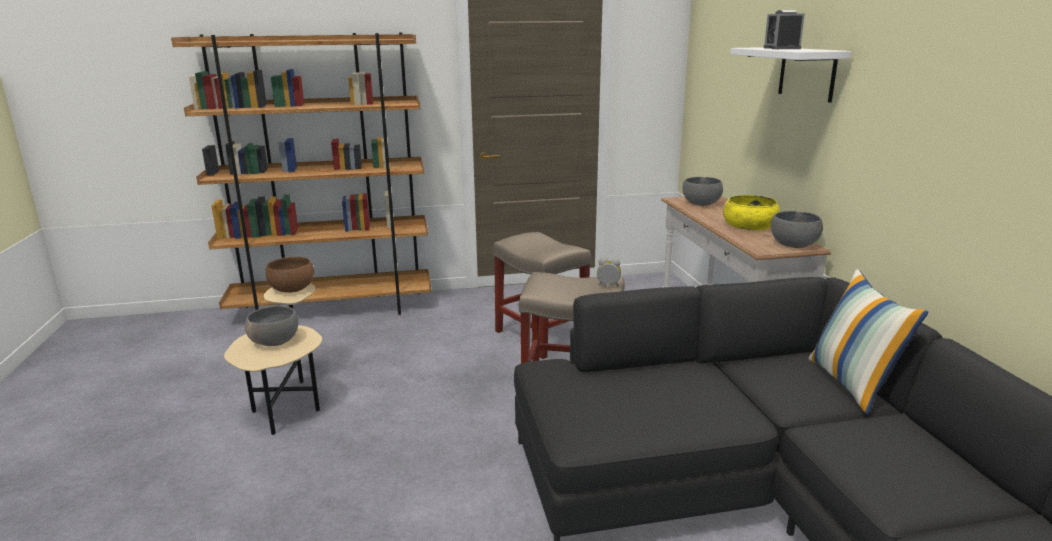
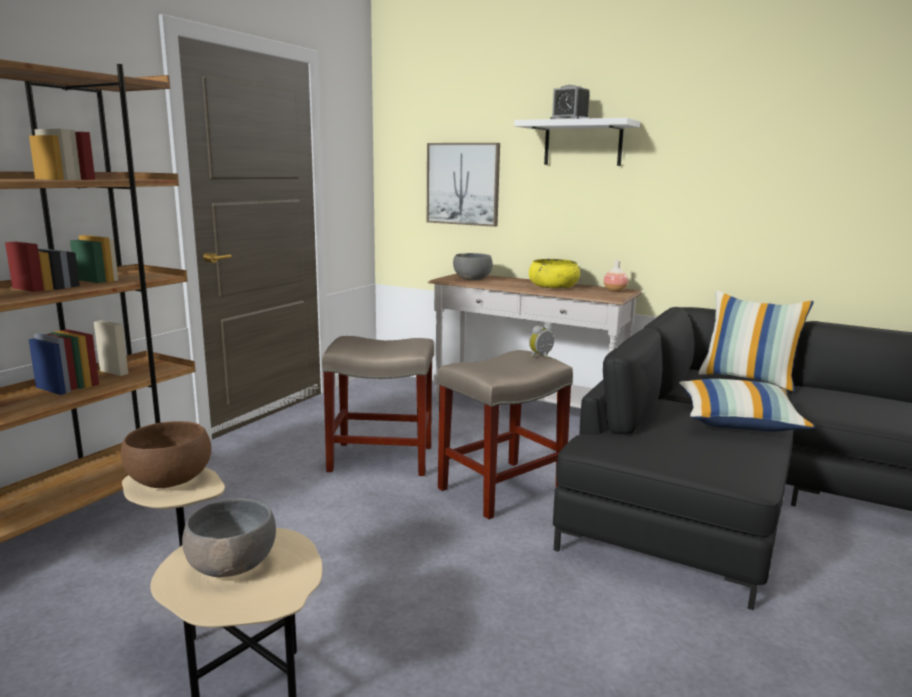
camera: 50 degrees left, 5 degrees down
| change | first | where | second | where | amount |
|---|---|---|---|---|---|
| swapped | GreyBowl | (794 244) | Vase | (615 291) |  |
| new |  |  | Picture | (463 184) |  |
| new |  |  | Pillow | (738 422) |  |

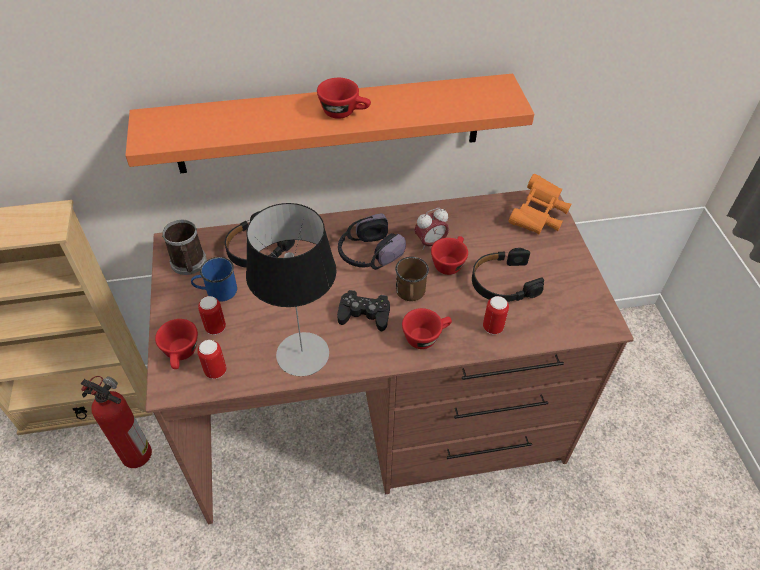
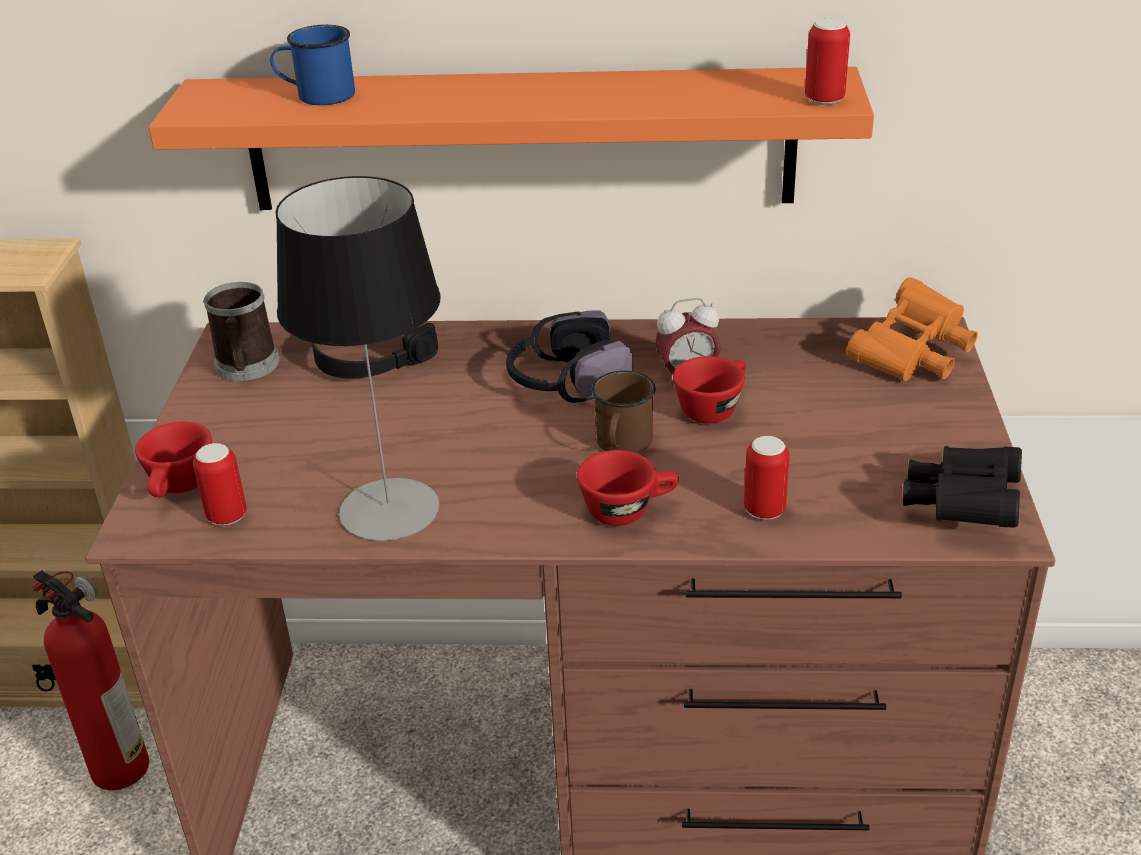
camera: 15 degrees right, 15 degrees down
| change | first | where | second | where | amount |
|---|---|---|---|---|---|
| gone | RedCup | (345 112) |  |  |  |
| gone | BlackHeadphones | (503 282) |  |  |  |
| shifted | BlueMug | (217 291) |  | (317 95) |  |
| gone | BlackGameController | (364 314) |  |  |  |
| shifted | Can | (215 327) |  | (824 100) |  |
| new |  |  | BlackBinoculars | (962 507) |  |

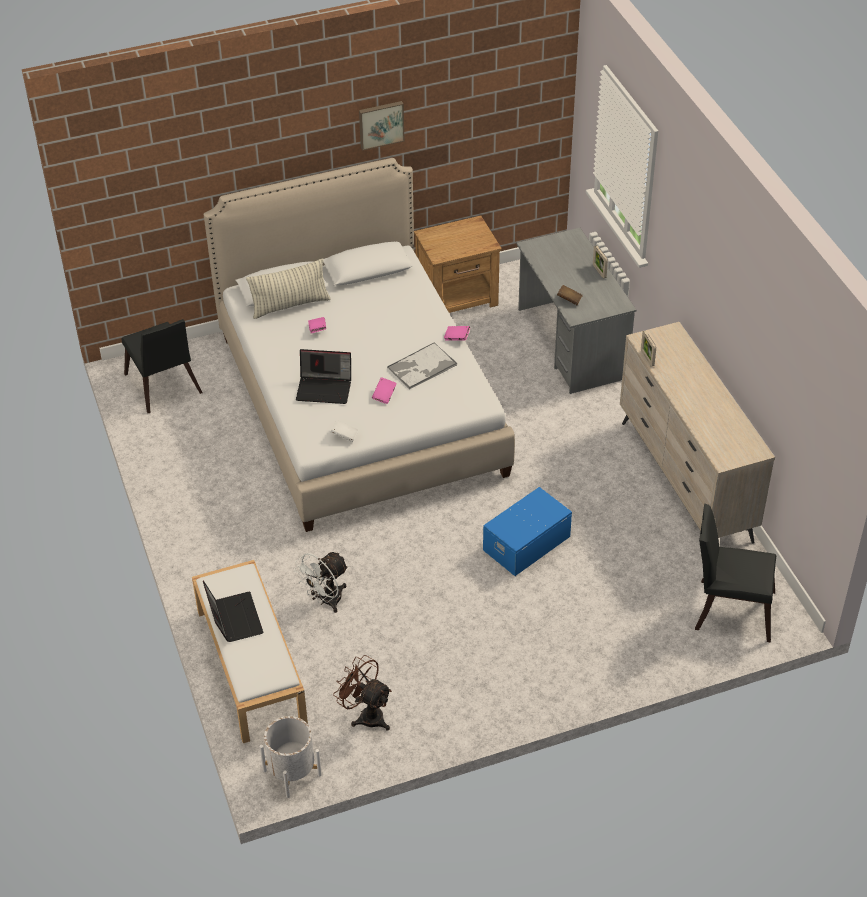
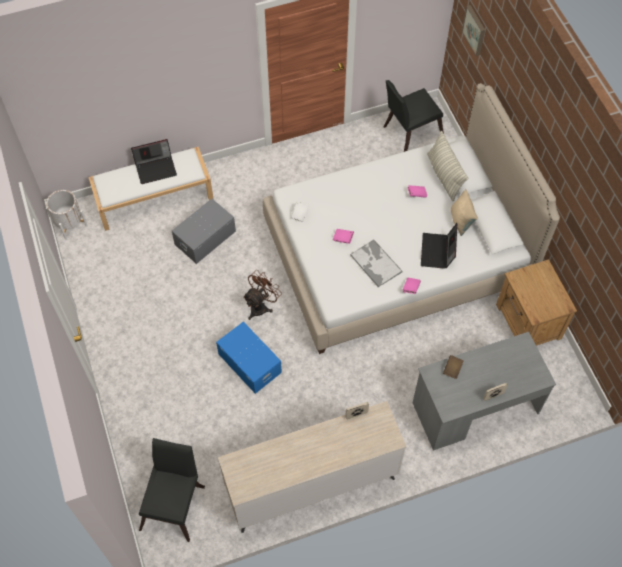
camera: 90 degrees right, 15 degrees up
| change | first | where | second | where | amount |
|---|---|---|---|---|---|
| shifted | Picture | (381 124) |  | (475 30) |  |
| shifted | Laptop | (325 388) |  | (438 252) |  |
| swapped | WhiteFan | (326 601) | GreyStorageBox | (204 237) |  |
| shifted | BrownFan | (366 715) |  | (261 306) |  |
| new |  |  | BeigePillow | (461 221) |  |

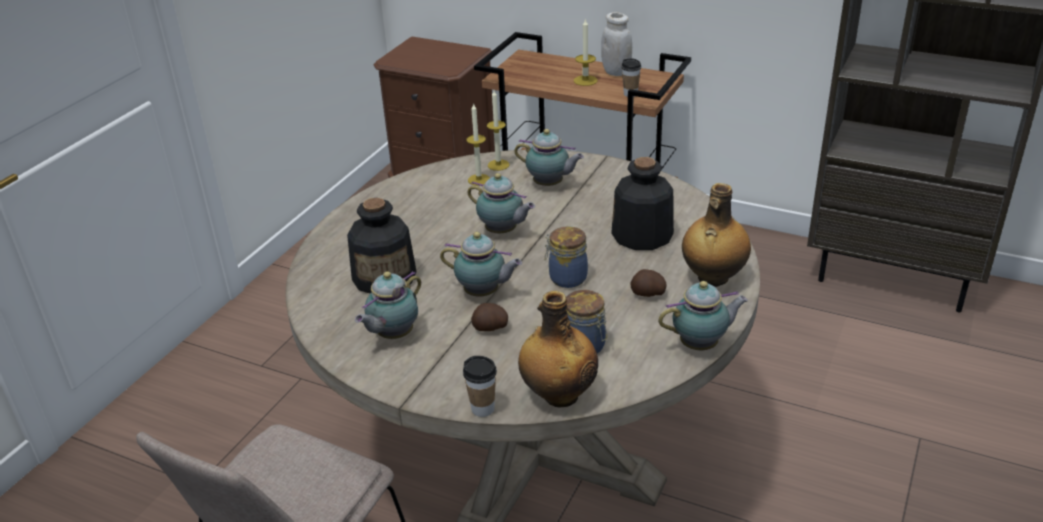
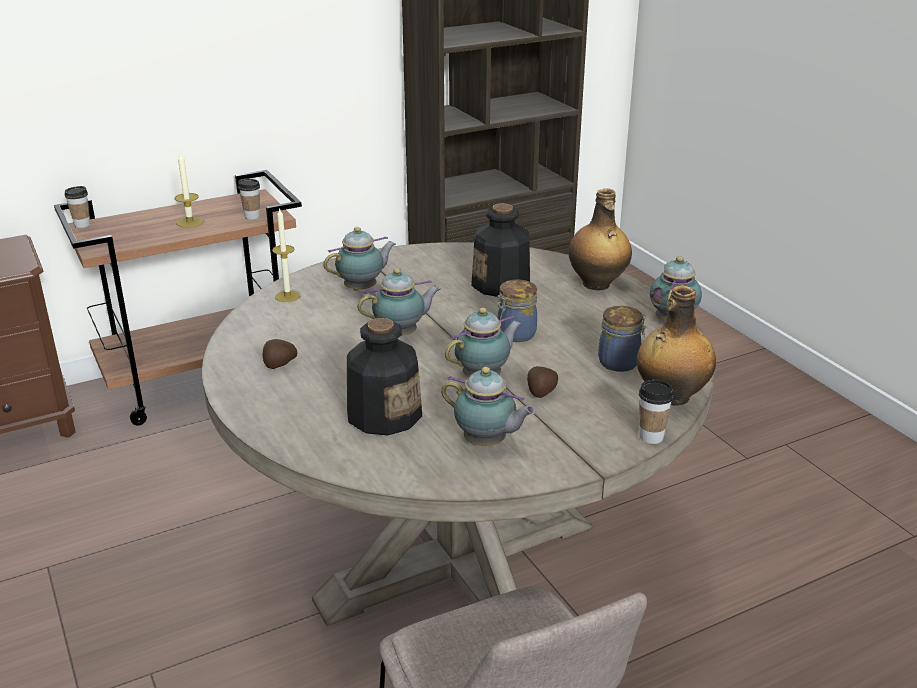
camera: 55 degrees left, 5 degrees down
| change | first | where | second | where | amount |
|---|---|---|---|---|---|
| gone | WhiteJar | (616 72) |  |  |  |
| gone | Candle | (479 180) |  |  |  |
| shifted | Potato | (647 294) |  | (279 365) |  |
| rotated | Teapot | (393 335) |  | (487 443) | 45 degrees counterclockwise |
| new |  |  | Cup | (82 225) |  |

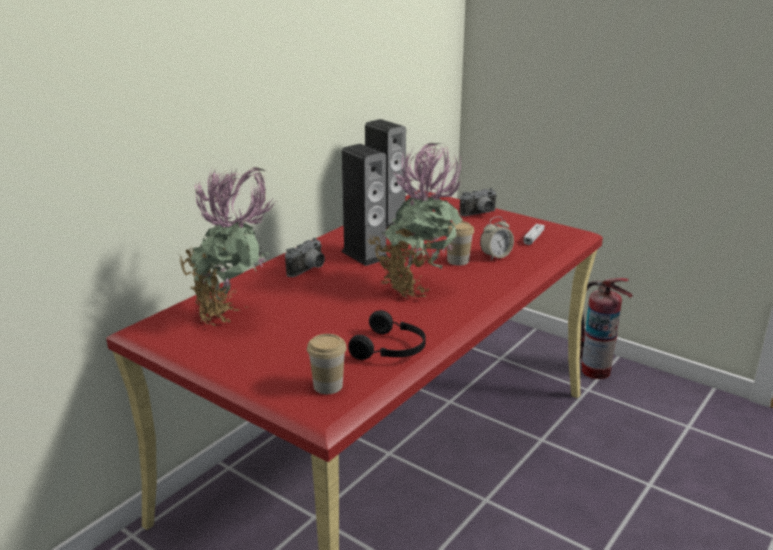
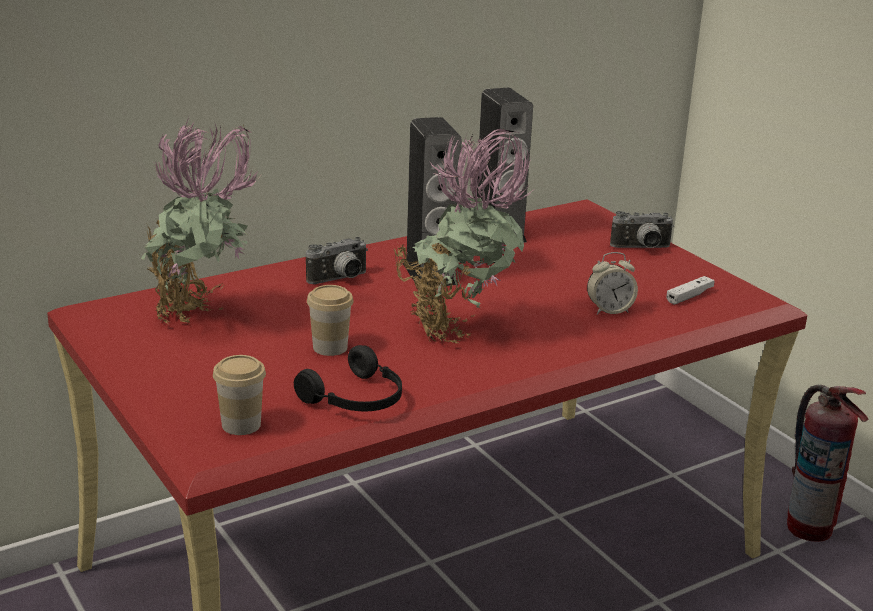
camera: 20 degrees right, 0 degrees up
| change | first | where | second | where | amount |
|---|---|---|---|---|---|
| shifted | Cup | (458 260) |  | (330 347) |  |

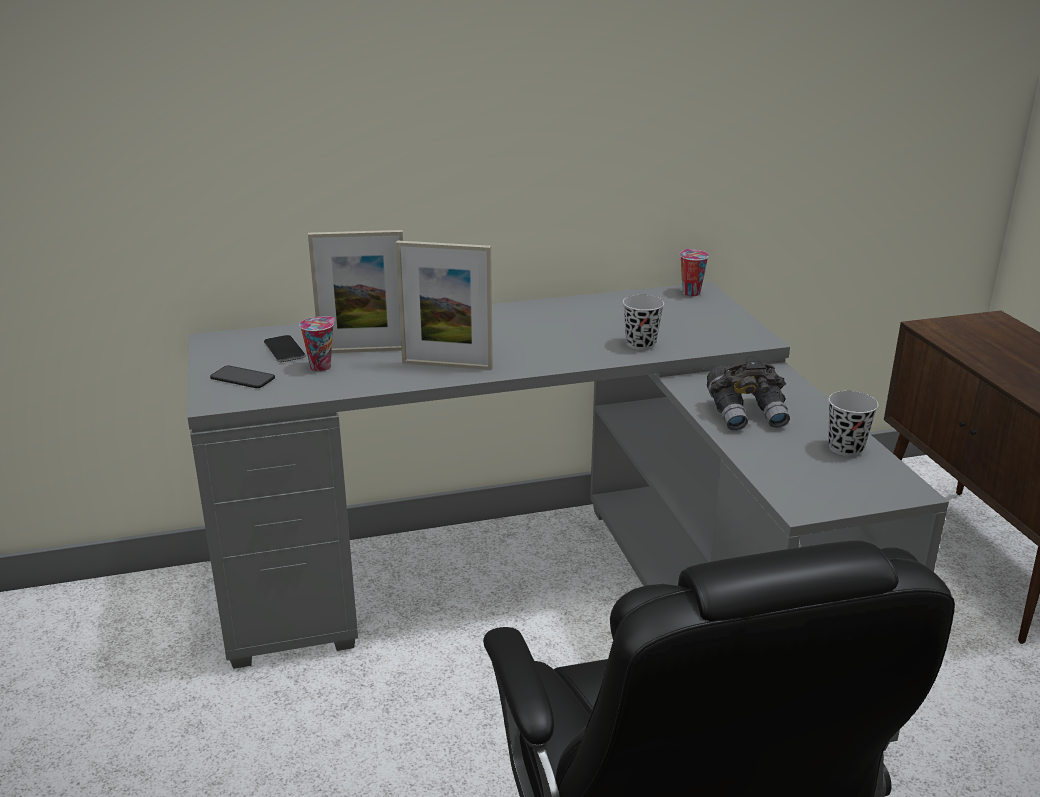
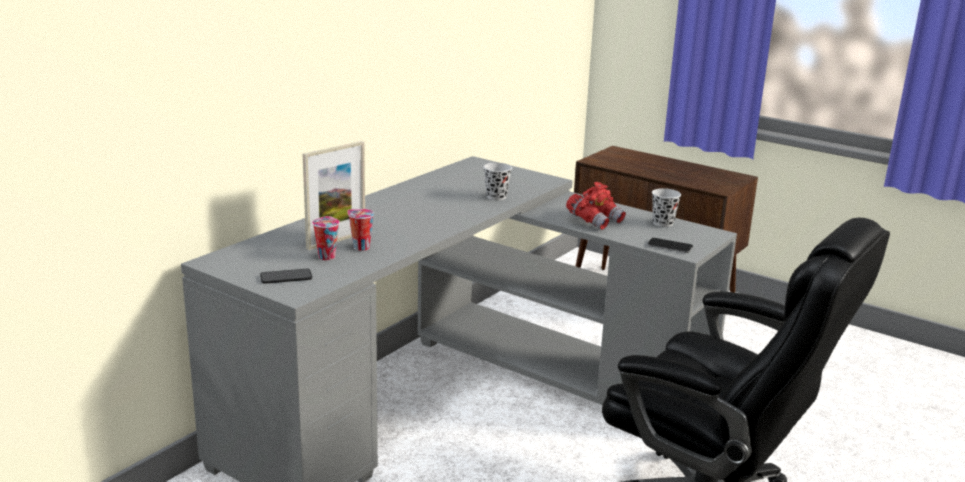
camera: 40 degrees left, 5 degrees down
| change | first | where | second | where | amount |
|---|---|---|---|---|---|
| gone | PictureFrame | (447 365) |  |  |  |
| shifted | Cup | (690 292) |  | (360 247) |  |
| shifted | Phone | (284 350) |  | (670 246) |  |
| repainted | GreyBinoculars | (747 414) | RedBinoculars | (595 220) |  |

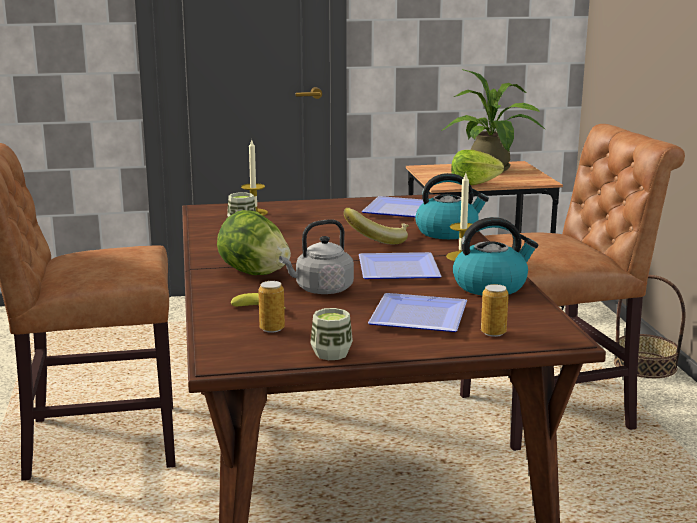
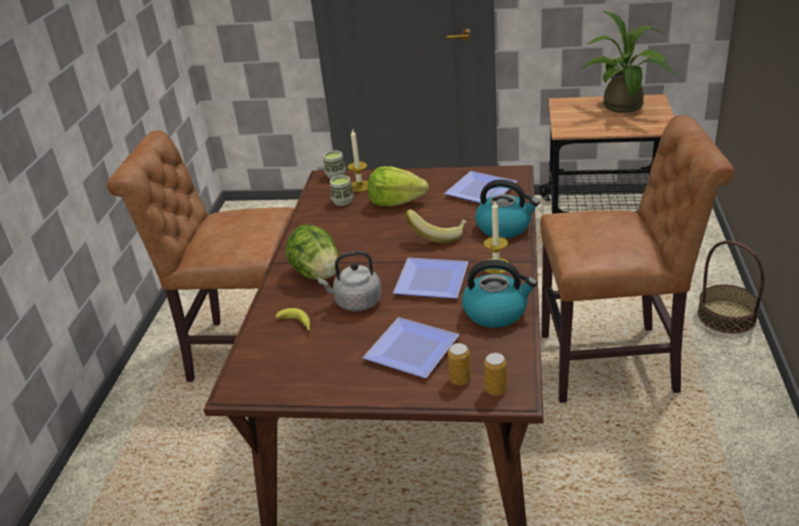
camera: 20 degrees right, 15 degrees up
| change | first | where | second | where | amount |
|---|---|---|---|---|---|
| shifted | Lettuce | (473 183) |  | (395 202) |  |
| shifted | Can | (272 329) |  | (496 390) |  |
| shifted | Cup | (331 353) |  | (335 175) |  |

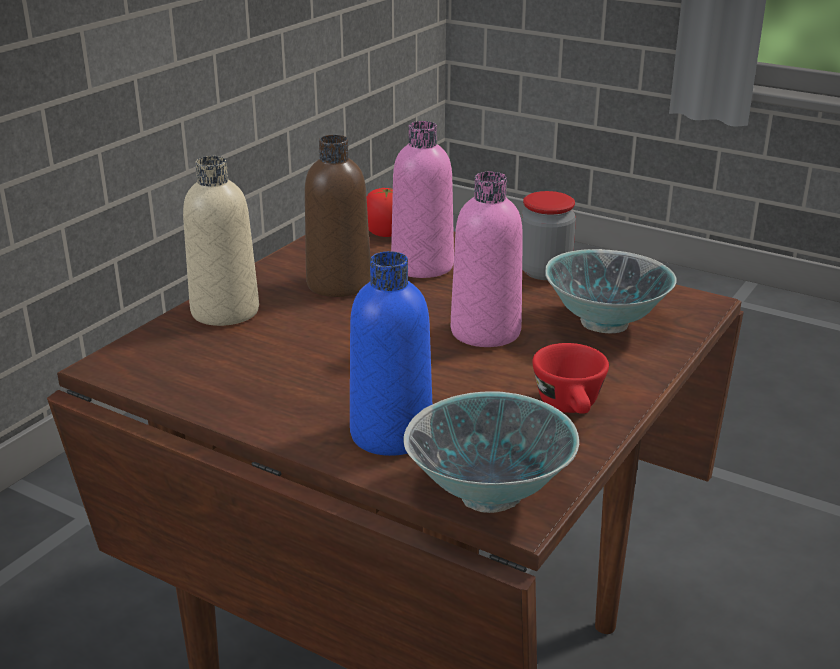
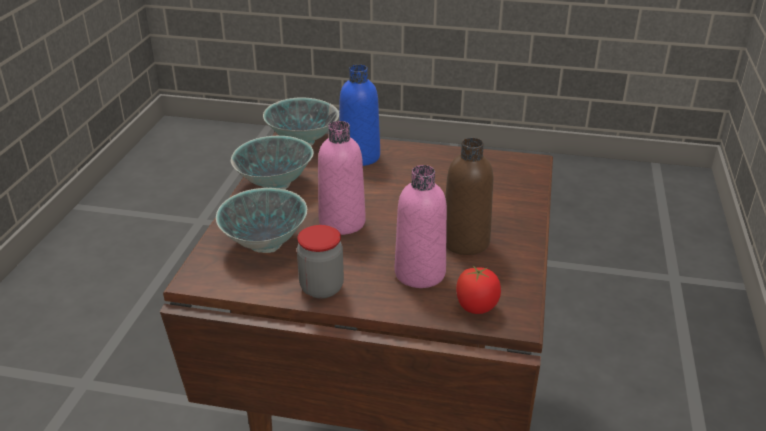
camera: 160 degrees right, 5 degrees up
| change | first | where | second | where | amount |
|---|---|---|---|---|---|
| gone | BeigeBottle | (225 311) |  |  |  |
| swapped | RedCup | (571 408) | Bowl | (275 184) |  |

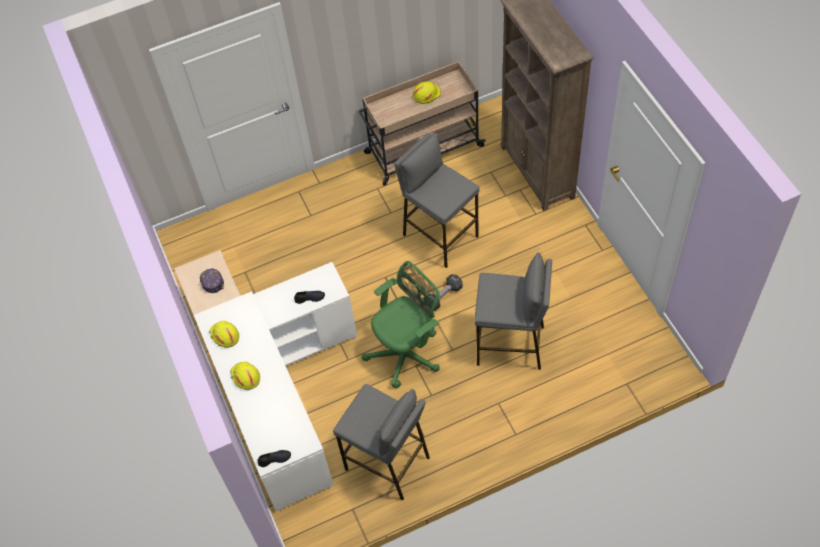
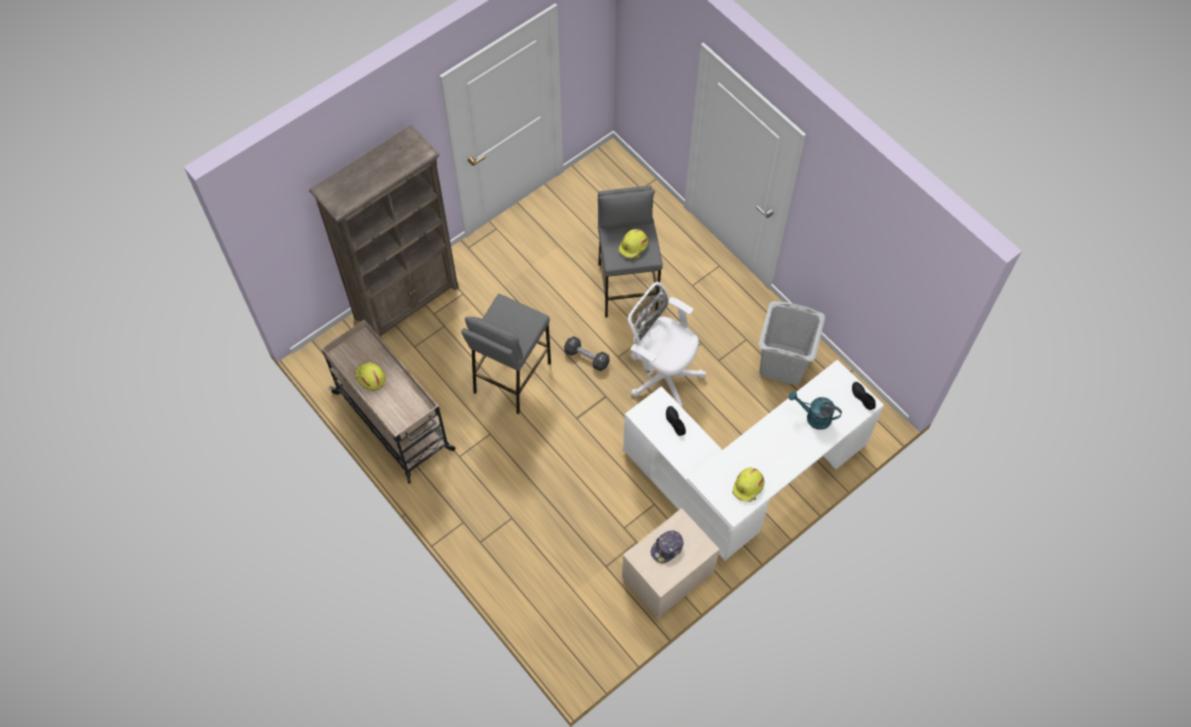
camera: 110 degrees left, 5 degrees up
| change | first | where | second | where | amount |
|---|---|---|---|---|---|
| repainted | GreenOfficeChair | (407 353) | WhiteOfficeChair | (662 375) |  |
| shifted | YellowHardHat | (245 377) |  | (633 246) |  |
| swapped | GreyStool | (388 463) | GreyLaundryBasket | (783 363) |  |
| new |  |  | TurquoiseWateringCan | (813 417) |  |

